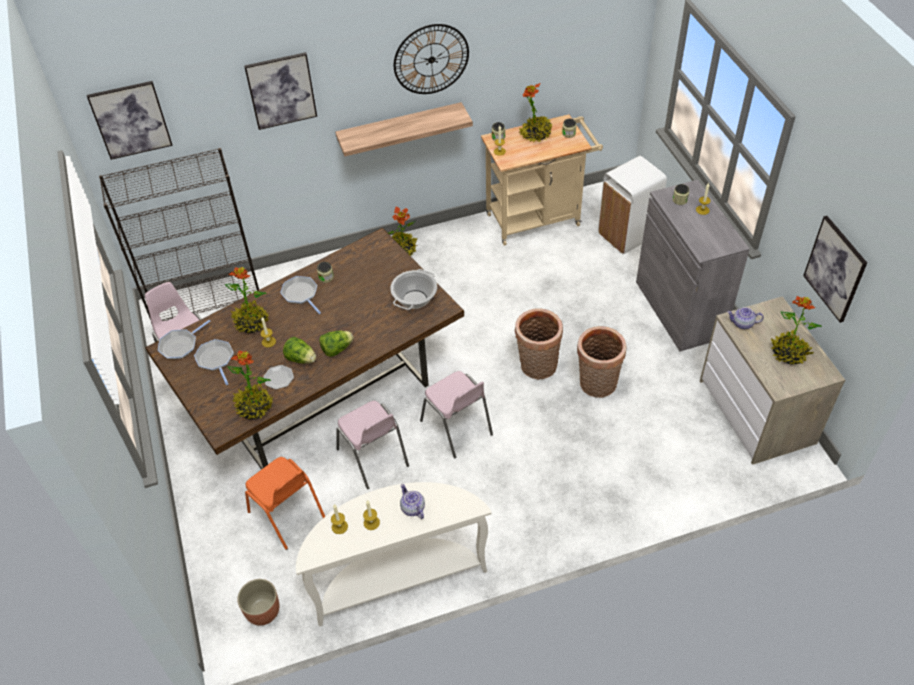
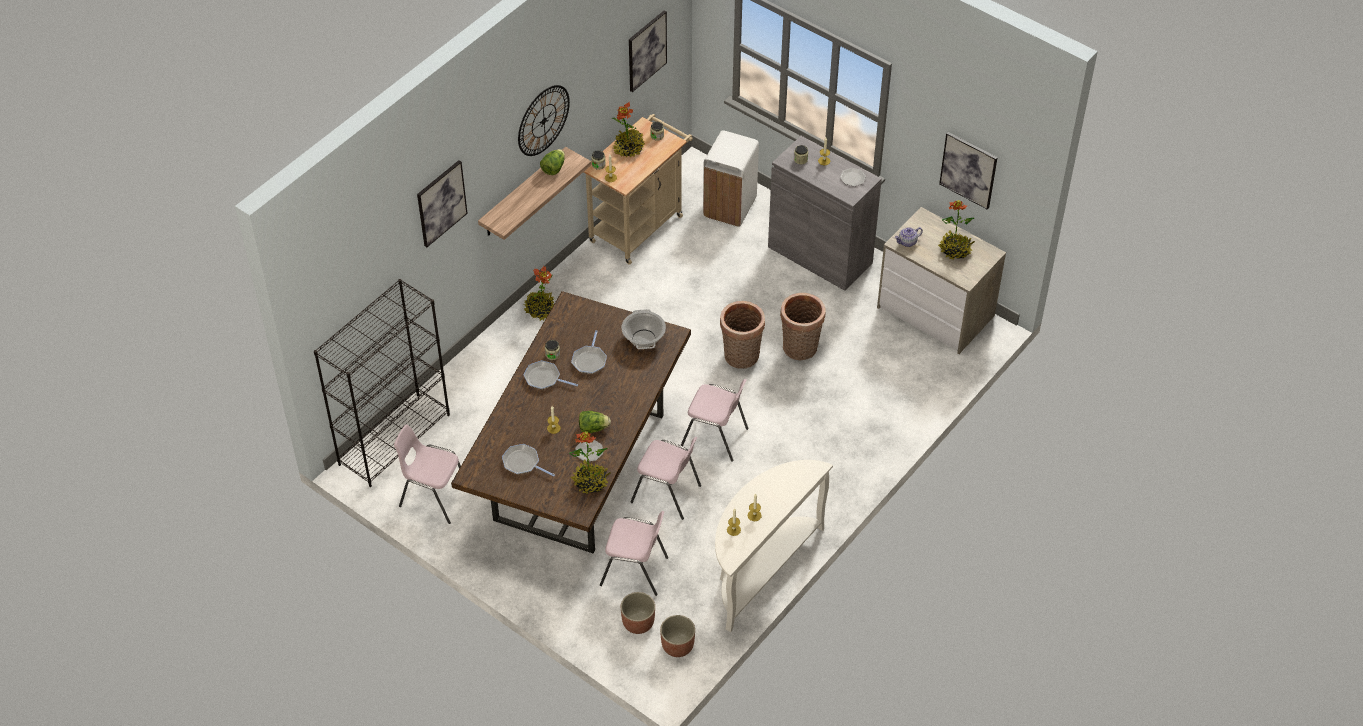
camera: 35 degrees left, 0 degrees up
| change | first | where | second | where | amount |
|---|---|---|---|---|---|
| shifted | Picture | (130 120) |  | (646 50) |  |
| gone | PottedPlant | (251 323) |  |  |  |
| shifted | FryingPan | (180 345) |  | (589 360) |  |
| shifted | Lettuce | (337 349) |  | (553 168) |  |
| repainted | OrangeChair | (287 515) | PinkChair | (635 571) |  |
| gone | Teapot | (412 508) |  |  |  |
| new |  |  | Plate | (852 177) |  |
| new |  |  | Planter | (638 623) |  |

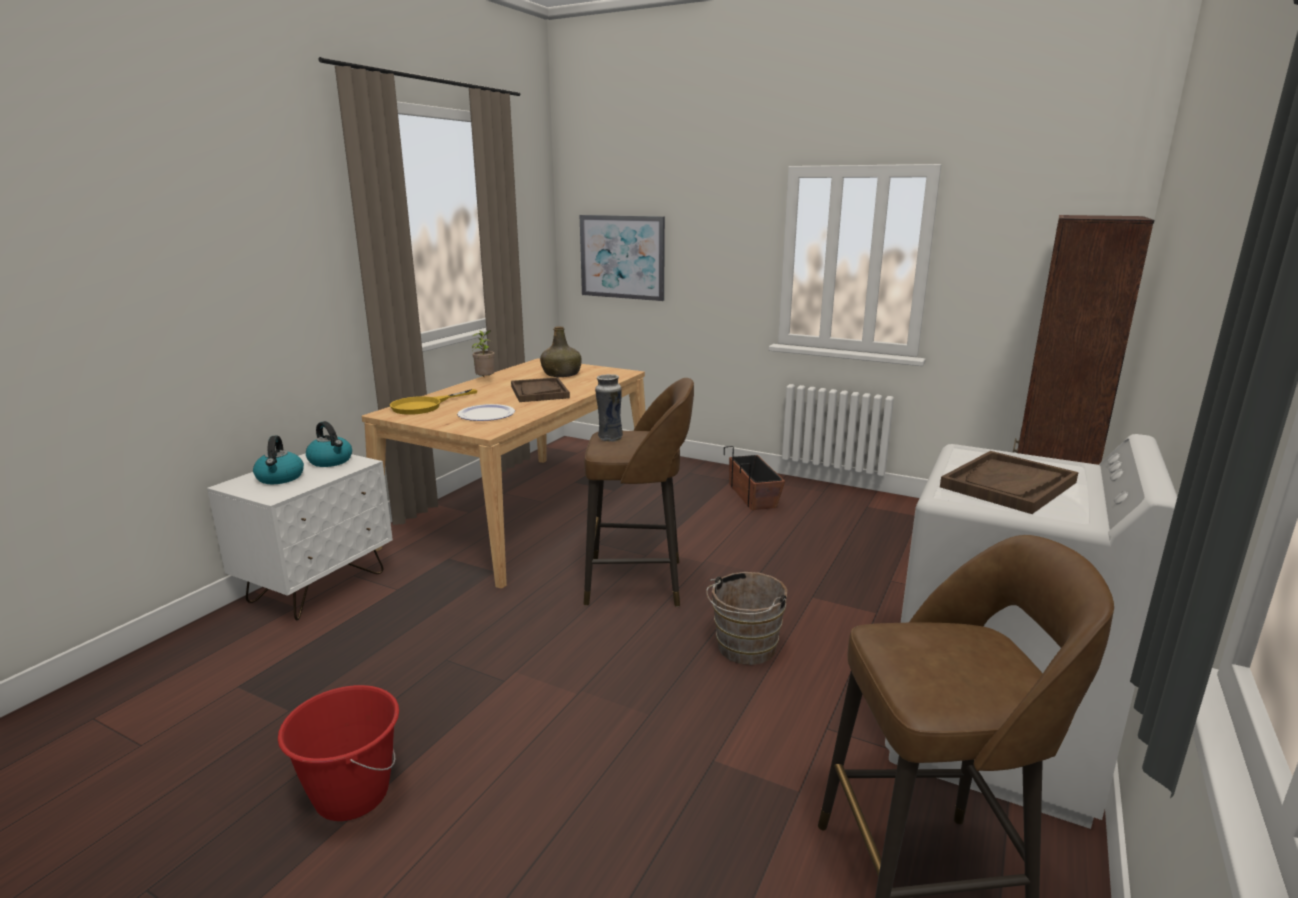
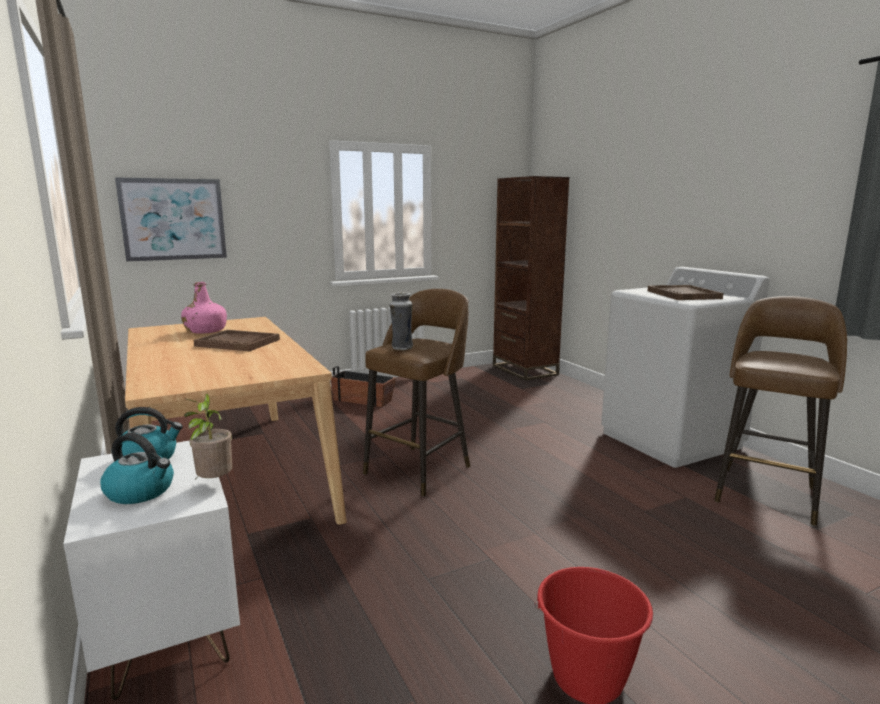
camera: 55 degrees left, 5 degrees down
| change | first | where | second | where | amount |
|---|---|---|---|---|---|
| repainted | GreenBottle | (561 374) | PinkBottle | (206 331) |  |
| shifted | PottedPlant | (485 380) |  | (213 483) |  |
| gone | YellowFryingPan | (425 406) |  |  |  |
| gone | Plate | (486 414) |  |  |  |
| gone | BrownBucket | (743 650) |  |  |  |

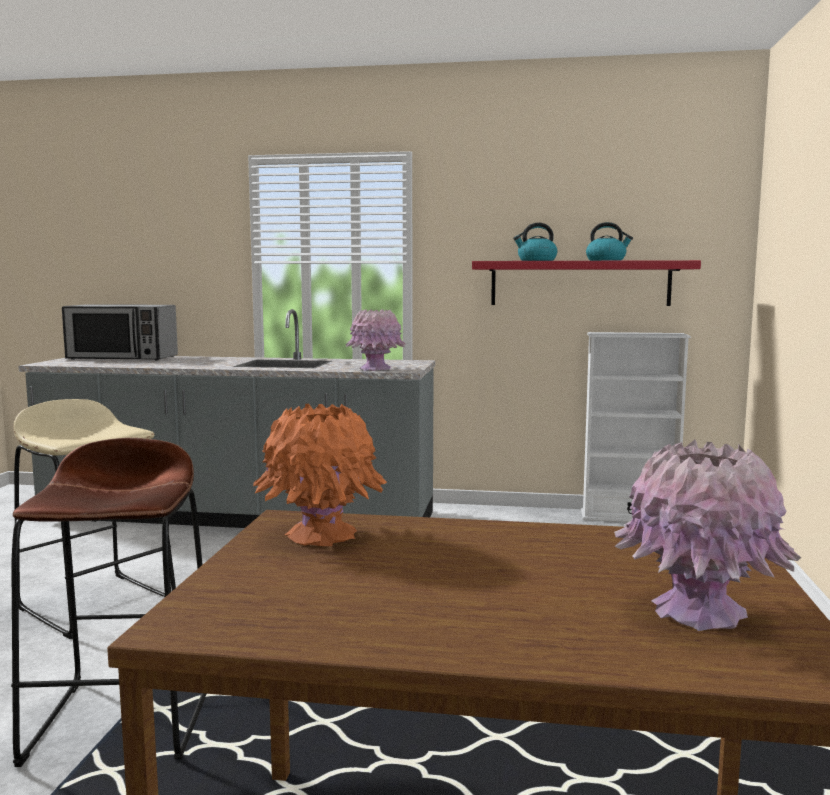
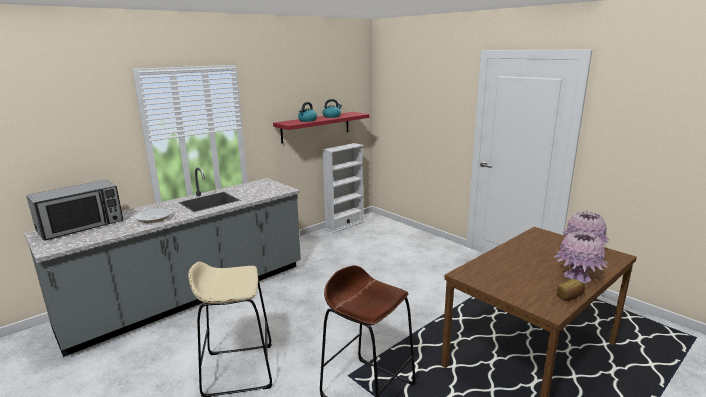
camera: 50 degrees left, 10 degrees up
| change | first | where | second | where | amount |
|---|---|---|---|---|---|
| shifted | PinkVase | (375 369) |  | (577 277) |  |
| gone | OrangeVase | (320 535) |  |  |  |
| new |  |  | FryingPan | (154 217) |  |
| new |  |  | Bread | (570 296) |  |

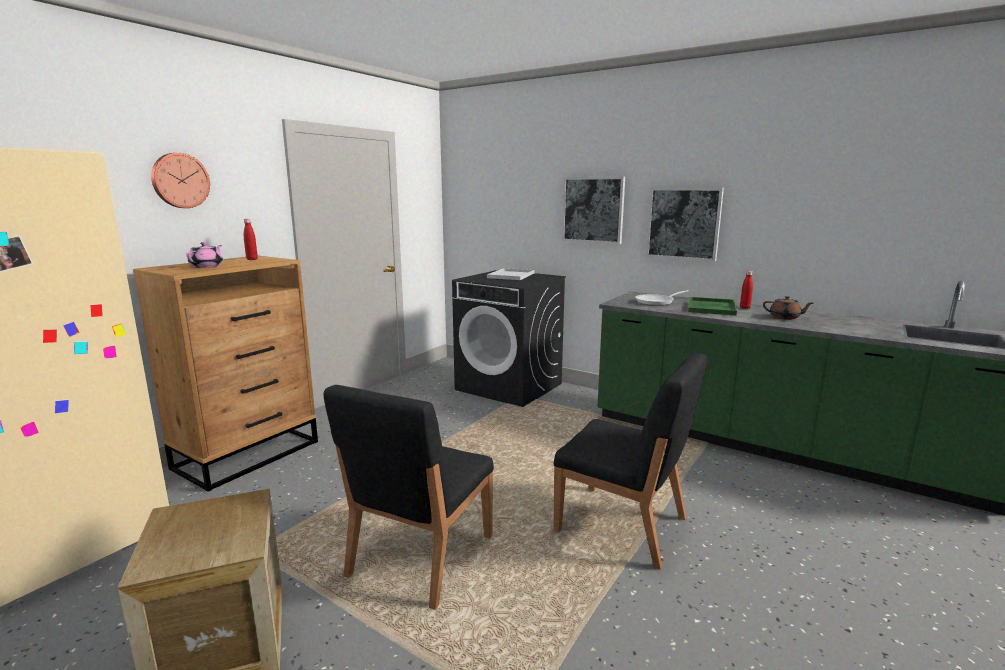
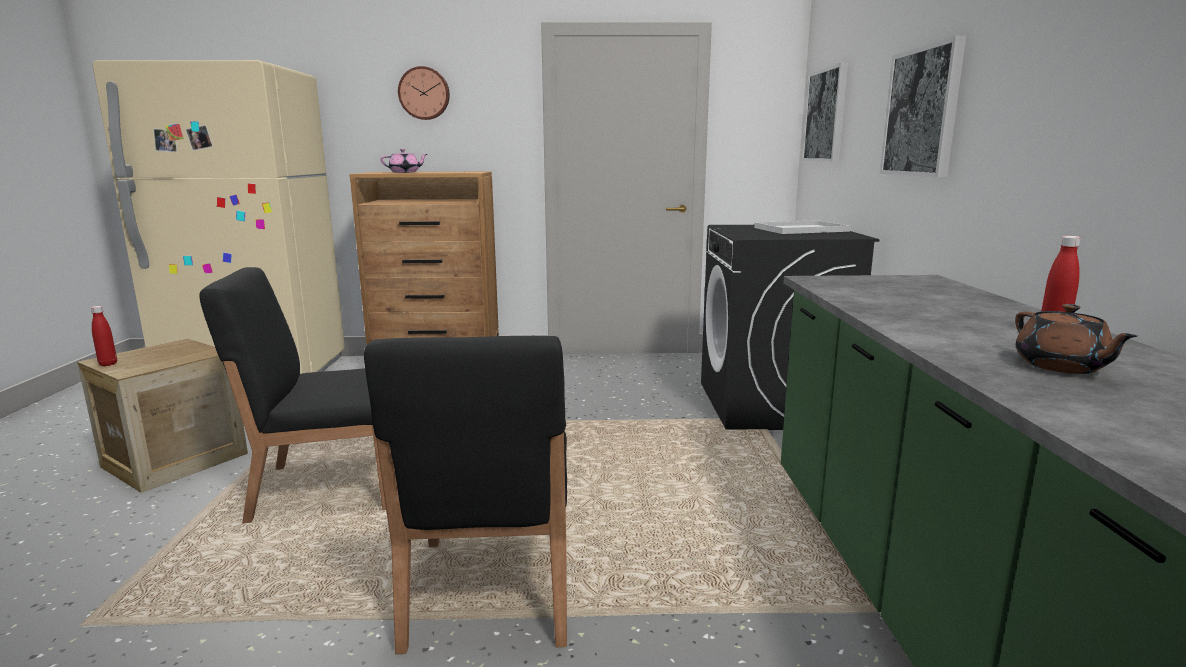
camera: 55 degrees right, 0 degrees up
| change | first | where | second | where | amount |
|---|---|---|---|---|---|
| shifted | Picture | (683 223) |  | (826 115) |  |
| shifted | RedBottle | (252 259) |  | (108 364) |  |
| gone | FryingPan | (657 302) |  |  |  |
| gone | GreenTray | (712 308) |  |  |  |

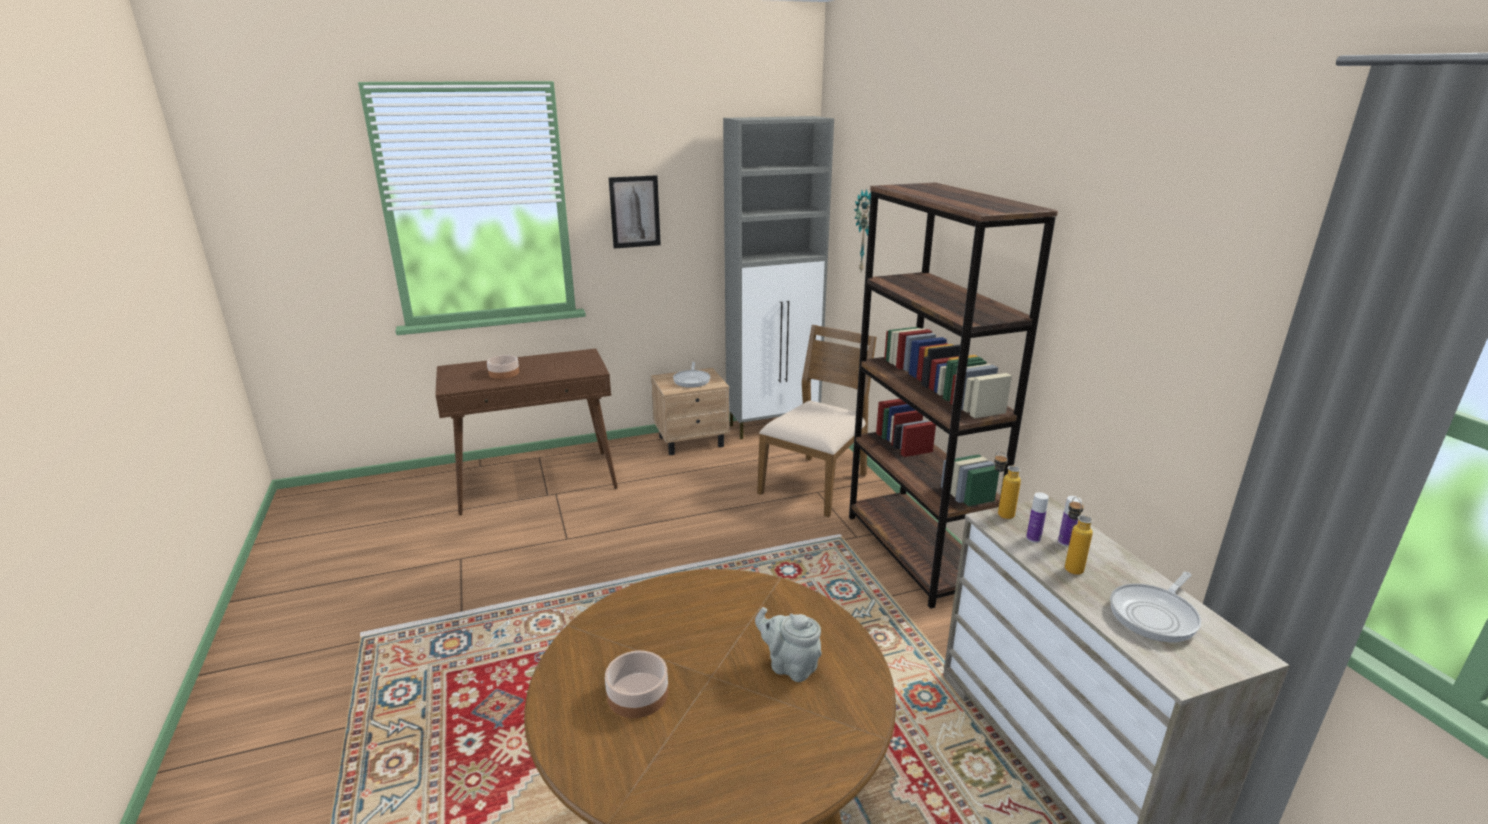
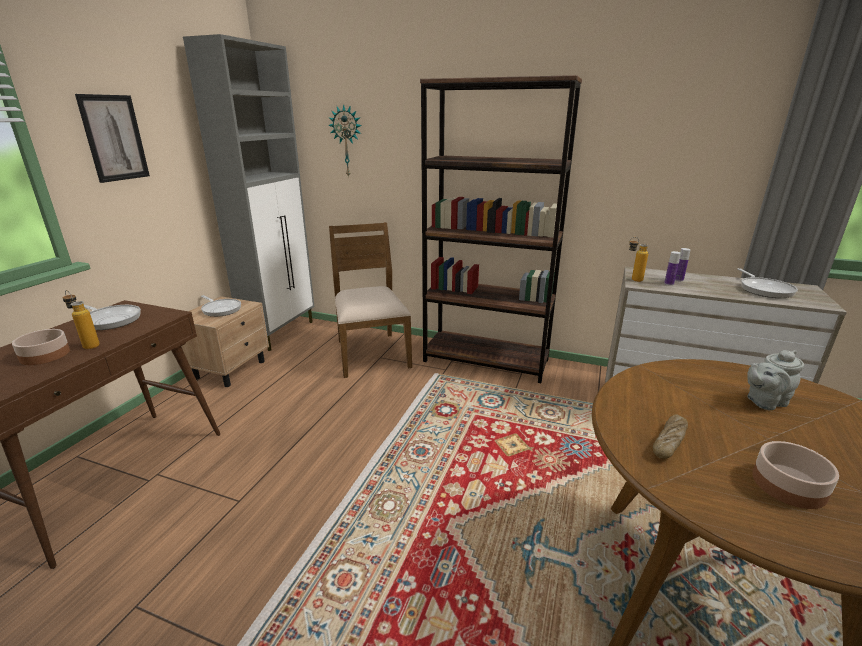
camera: 50 degrees left, 0 degrees up
| change | first | where | second | where | amount |
|---|---|---|---|---|---|
| shifted | Bottle | (1069 565) |  | (88 345) |  |
| new |  |  | FryingPan | (110 320) |  |
| new |  |  | Bread | (669 441) |  |

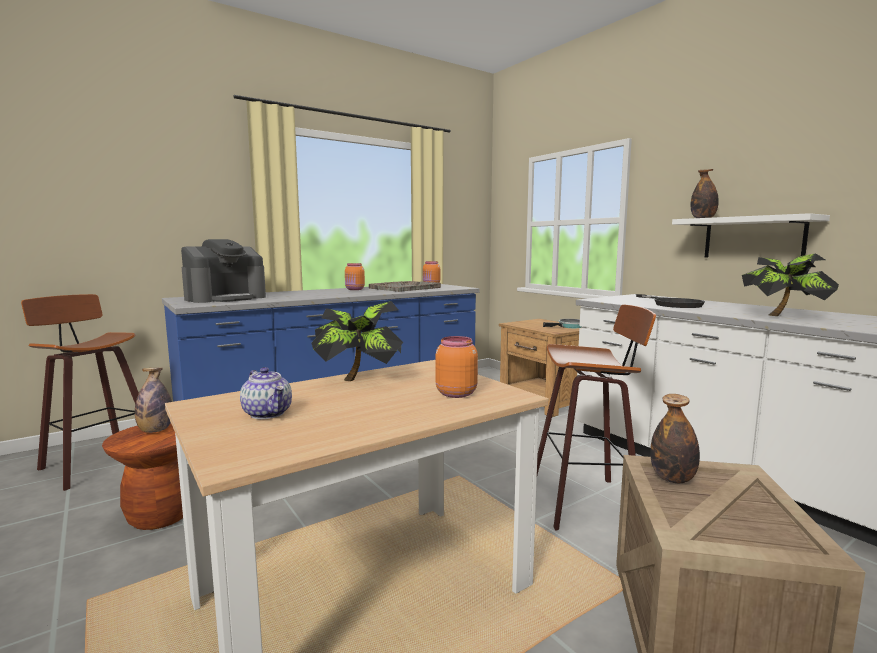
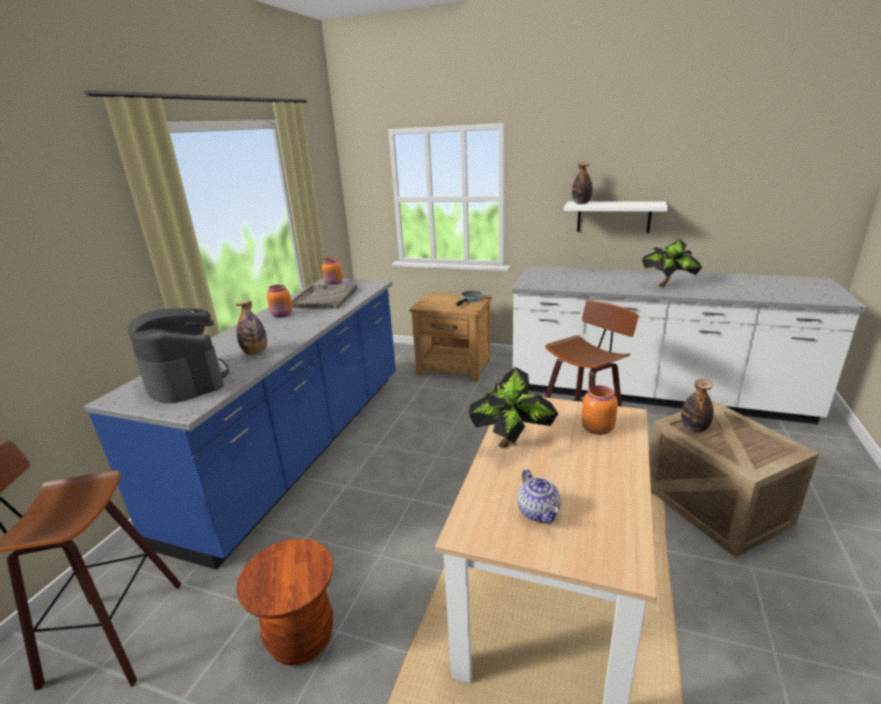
camera: 35 degrees left, 15 degrees up
| change | first | where | second | where | amount |
|---|---|---|---|---|---|
| rotated | CoffeeMachine | (226 298) |  | (186 380) | 45 degrees counterclockwise |
| gone | BlackFryingPan | (672 304) |  |  |  |
| rotated | Teapot | (268 413) |  | (539 512) | 60 degrees clockwise |
| shifted | Bottle | (155 430) |  | (255 352) |  |

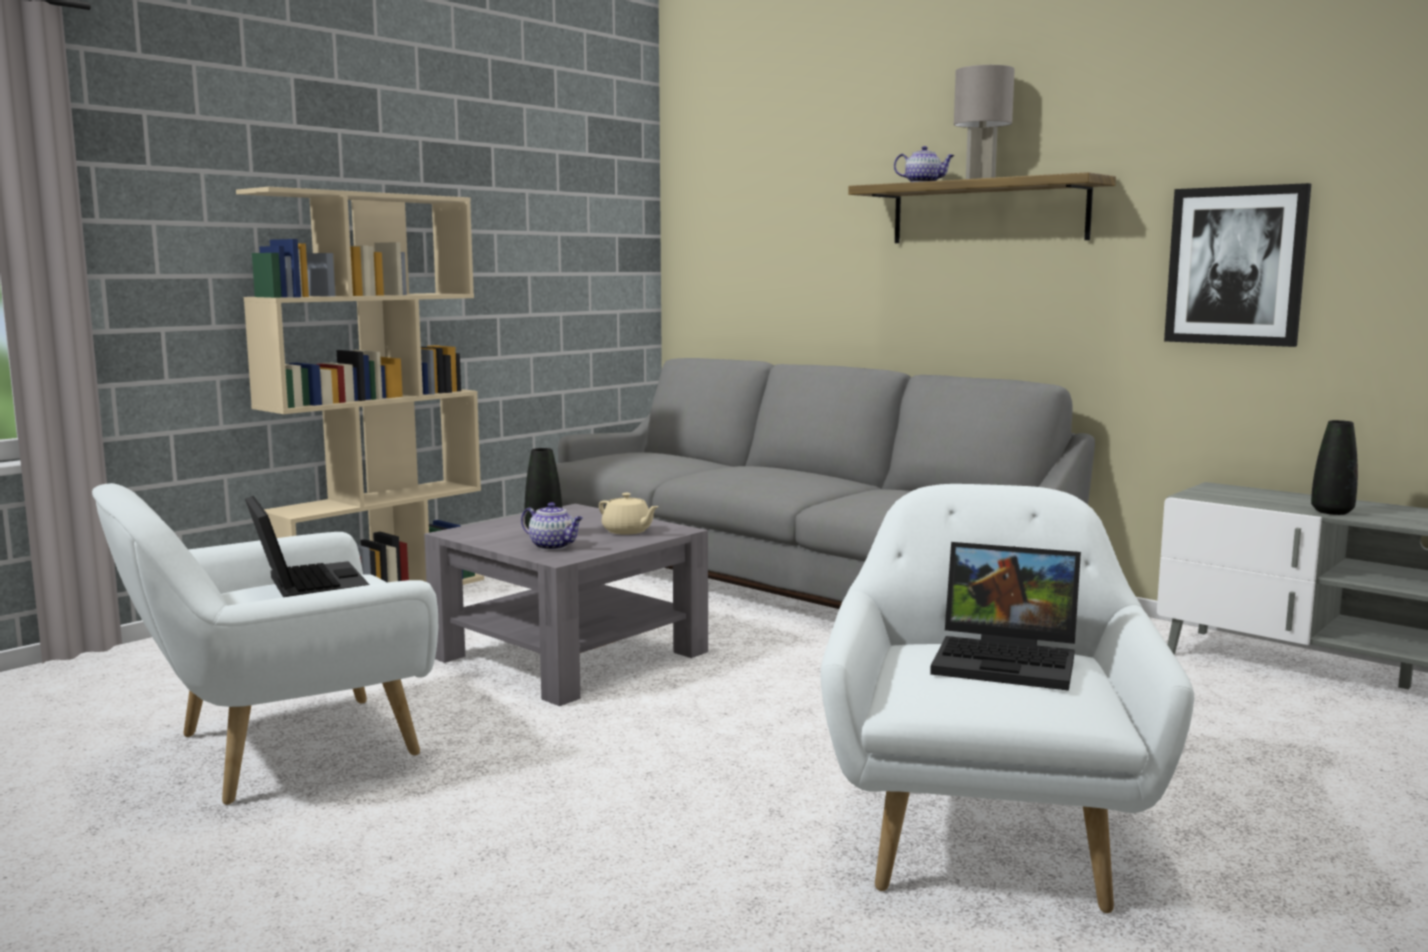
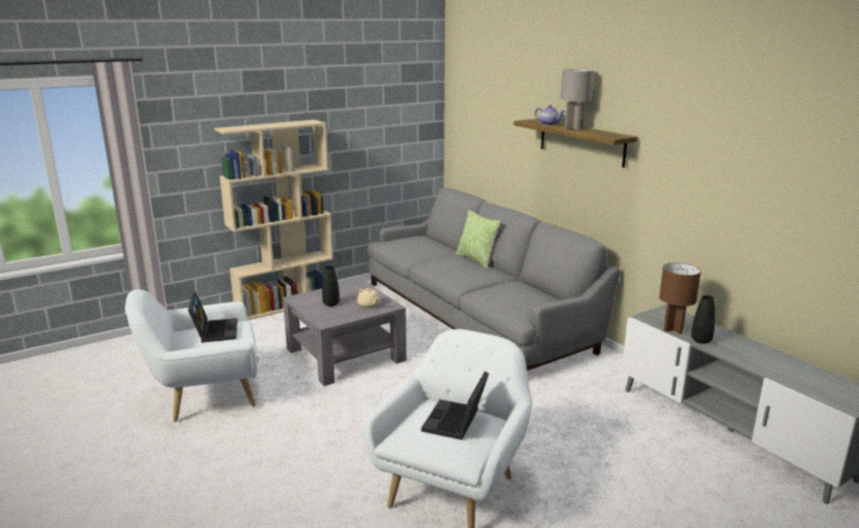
camera: 15 degrees right, 10 degrees up
| change | first | where | second | where | amount |
|---|---|---|---|---|---|
| gone | Picture | (1236 266) |  |  |  |
| gone | Teapot | (553 546) |  |  |  |
| rotated | Laptop | (1009 661) |  | (456 422) | 75 degrees clockwise |
| new |  |  | Pillow | (476 259) |  |
| new |  |  | BrownTableLamp | (673 329) |  |

